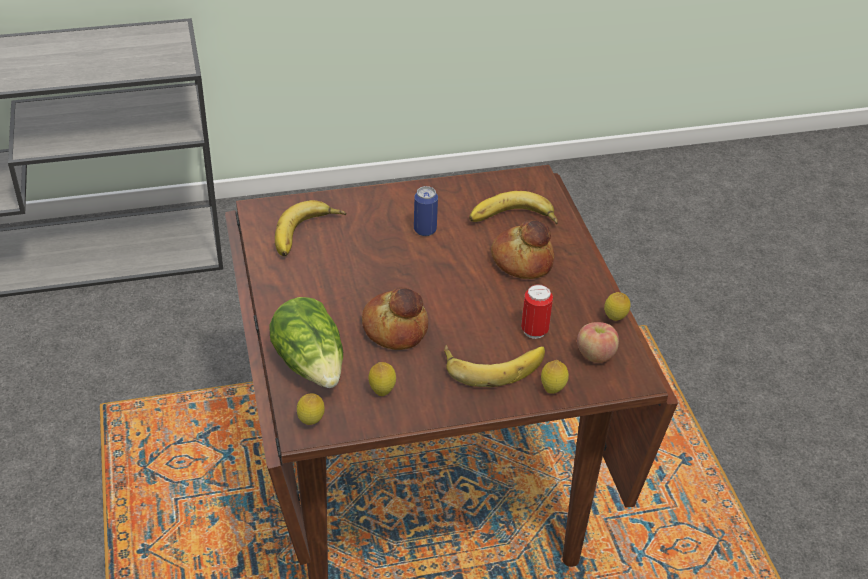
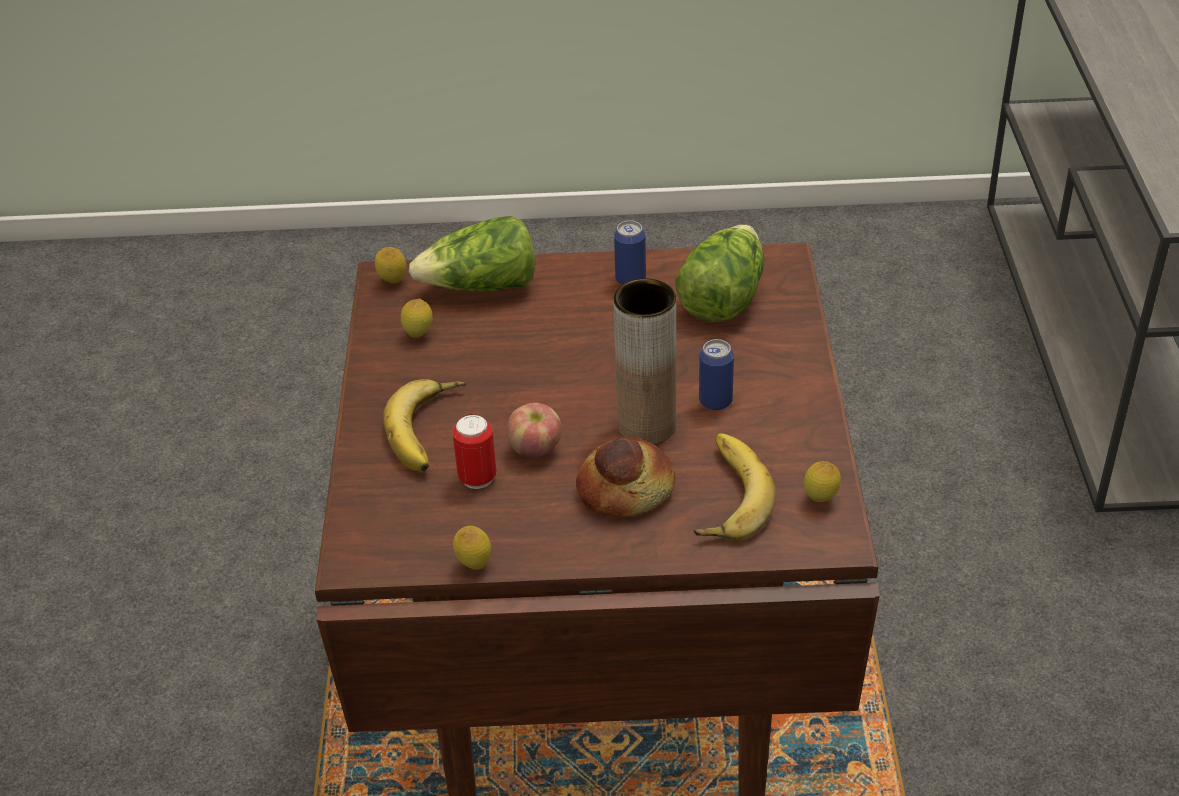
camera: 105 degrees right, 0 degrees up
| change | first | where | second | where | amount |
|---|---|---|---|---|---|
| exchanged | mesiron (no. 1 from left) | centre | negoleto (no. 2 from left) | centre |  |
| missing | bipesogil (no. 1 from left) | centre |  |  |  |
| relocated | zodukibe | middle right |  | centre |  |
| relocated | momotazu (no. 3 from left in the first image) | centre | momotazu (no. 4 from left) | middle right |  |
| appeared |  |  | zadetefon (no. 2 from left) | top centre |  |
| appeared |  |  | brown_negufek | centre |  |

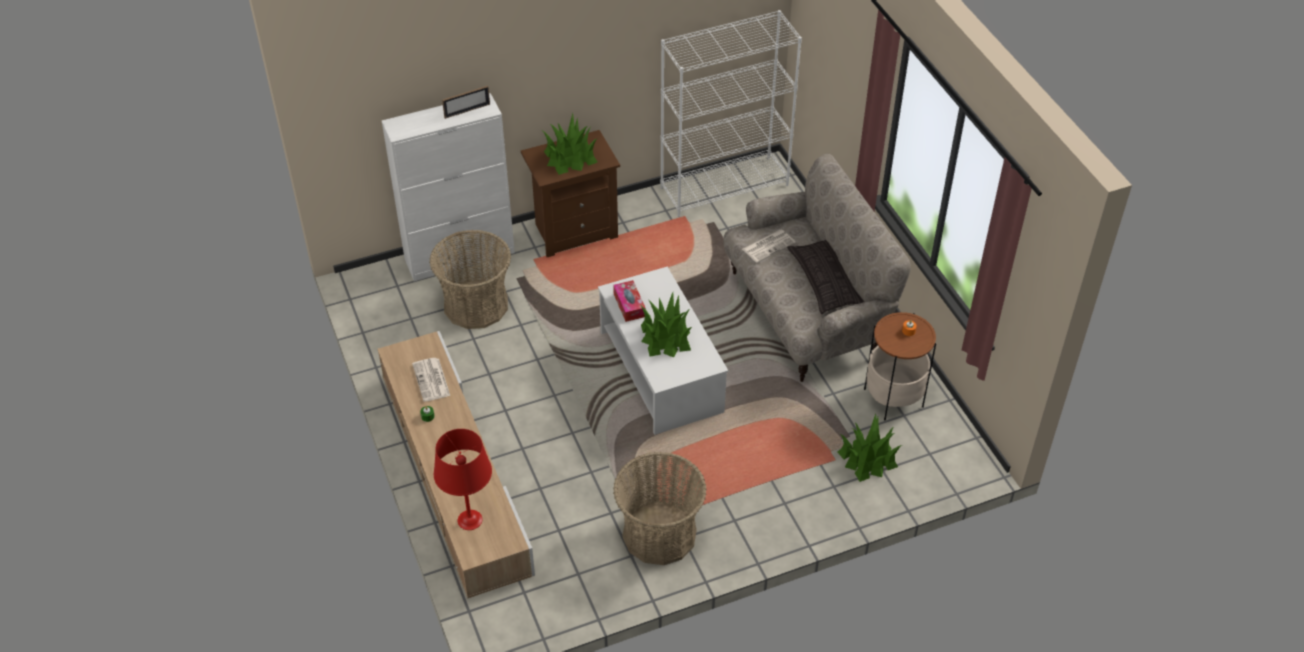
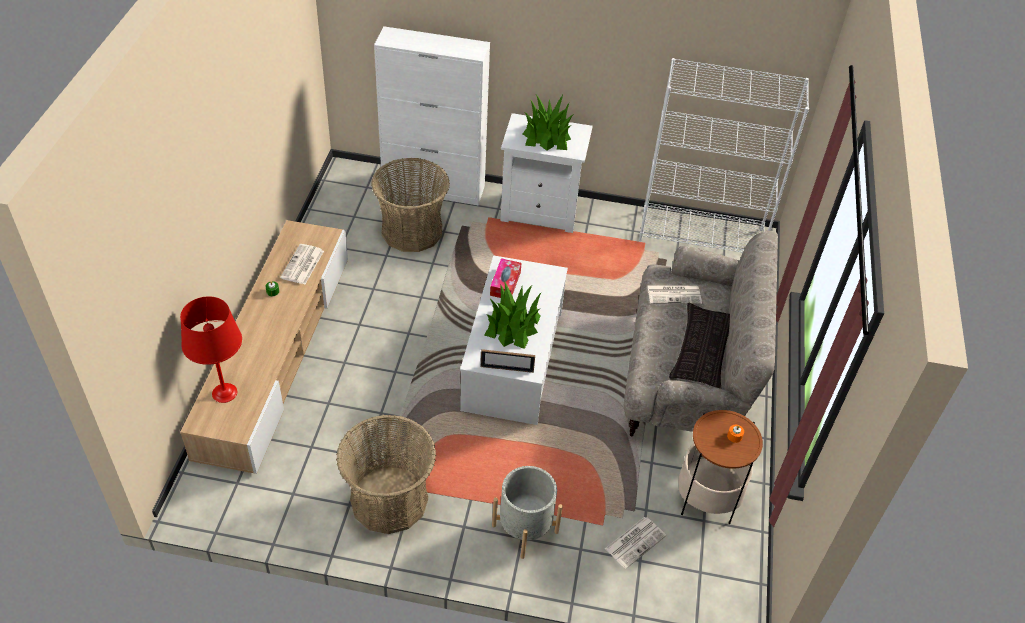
camera: 30 degrees right, 0 degrees up
| change | first | where | second | where | amount |
|---|---|---|---|---|---|
| relocated | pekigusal | top centre |  | centre |  |
| colour | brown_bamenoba | top centre | white_bamenoba | top centre |  |
| exchanged | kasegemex (no. 3 from left) | bottom centre | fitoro (no. 2 from left) | bottom centre |  |
| appeared |  |  | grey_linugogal | bottom centre |  |

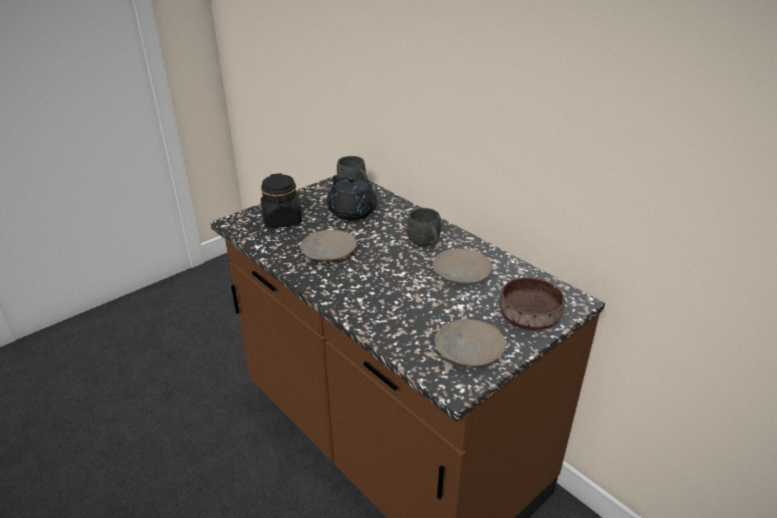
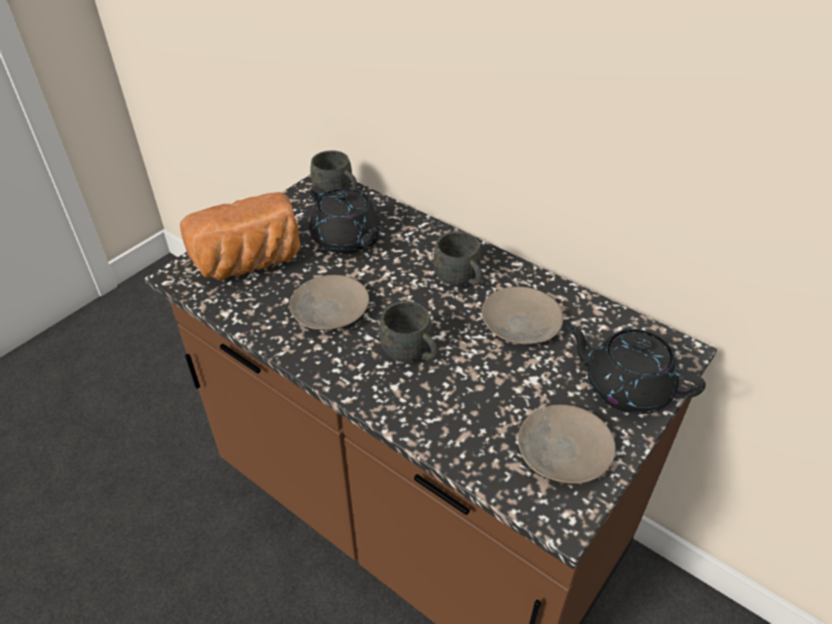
camera: 10 degrees left, 10 degrees up
| change | first | where | second | where | amount |
|---|---|---|---|---|---|
| exchanged | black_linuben | centre | bipesogil | middle left |  |
| exchanged | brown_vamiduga | middle right | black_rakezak (no. 2 from left) | middle right |  |
| appeared |  |  | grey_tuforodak (no. 2 from left) | centre |  |

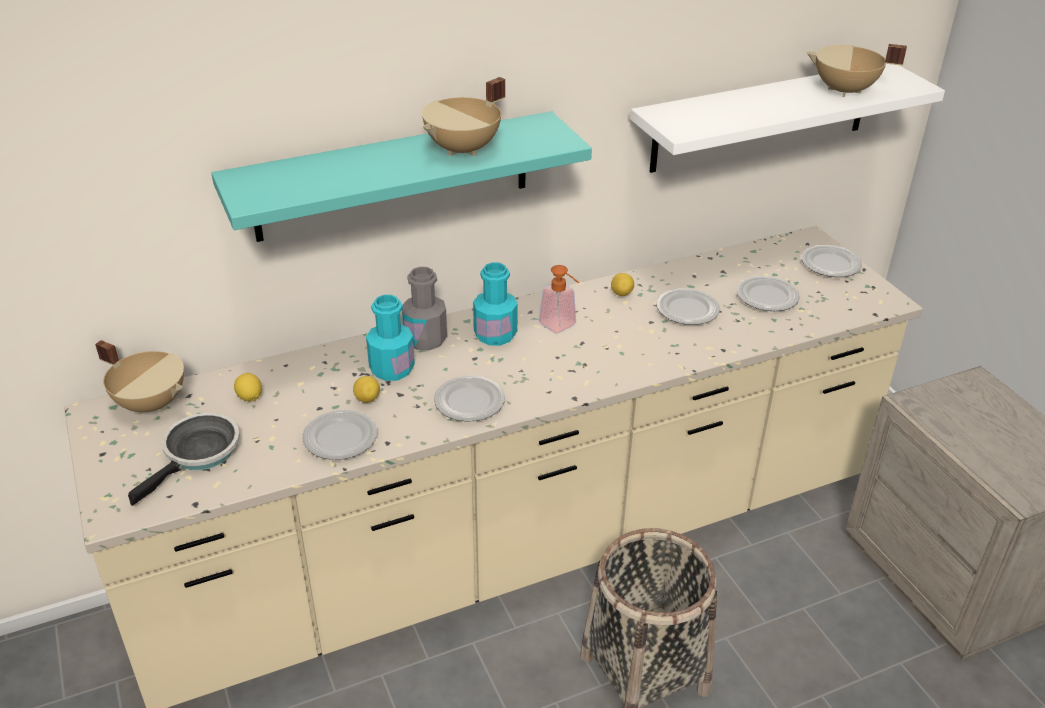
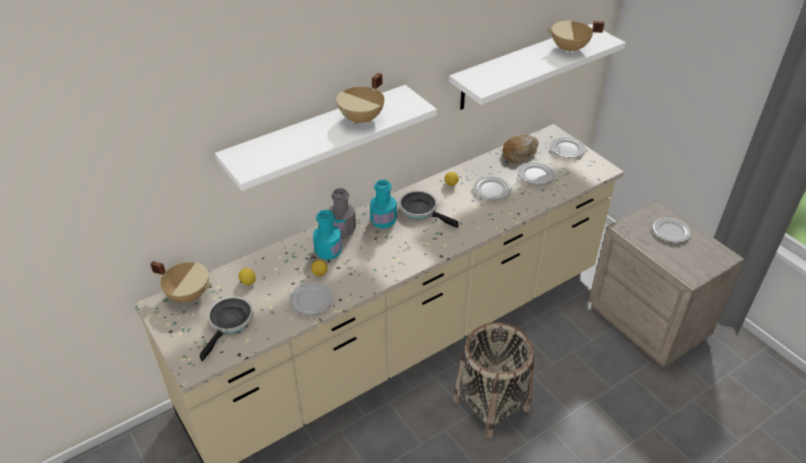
camera: 10 degrees left, 5 degrees up
| change | first | where | second | where | amount |
|---|---|---|---|---|---|
| colour | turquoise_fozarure | top centre | white_fozarure (no. 1 from left) | top centre |  |
| exchanged | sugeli | centre | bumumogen (no. 2 from left) | centre |  |
| relocated | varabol (no. 2 from left in the first image) | centre | varabol (no. 5 from left) | middle right |  |
| appeared |  |  | bipesogil | top centre |  |

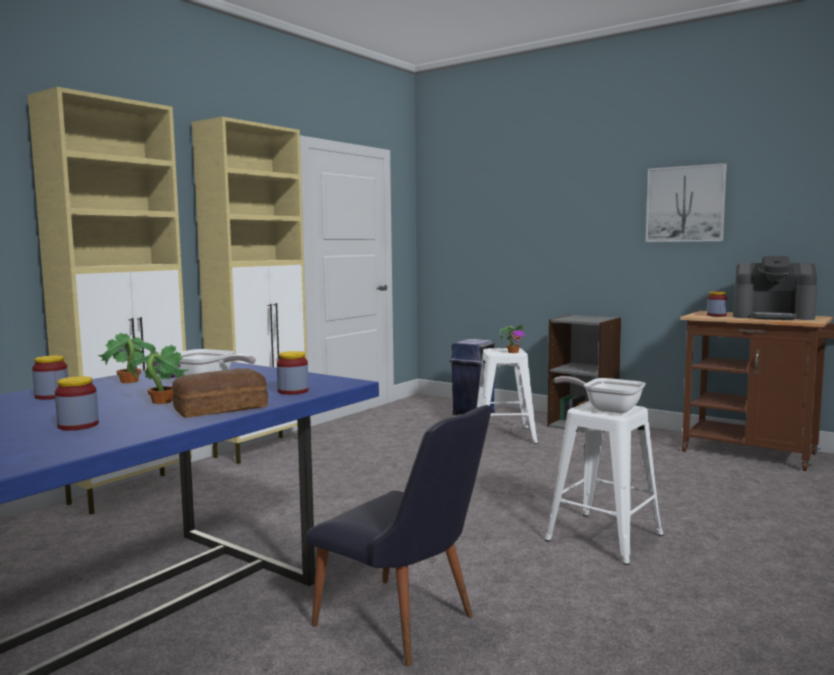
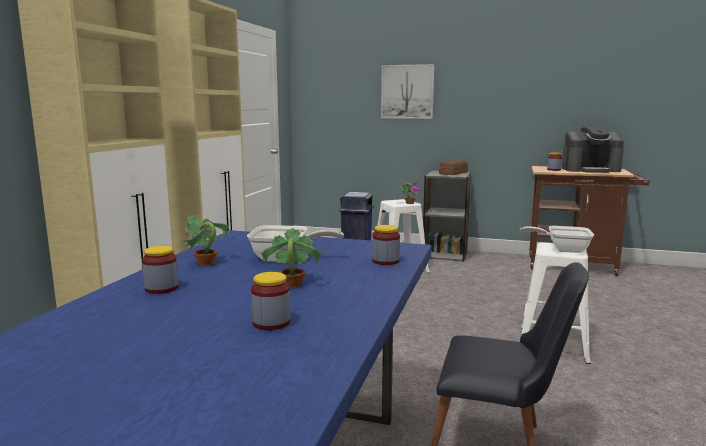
camera: 20 degrees left, 5 degrees up
| change | first | where | second | where | amount |
|---|---|---|---|---|---|
| relocated | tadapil | top right |  | top centre |  |
| relocated | bipesogil | middle left |  | centre |  |

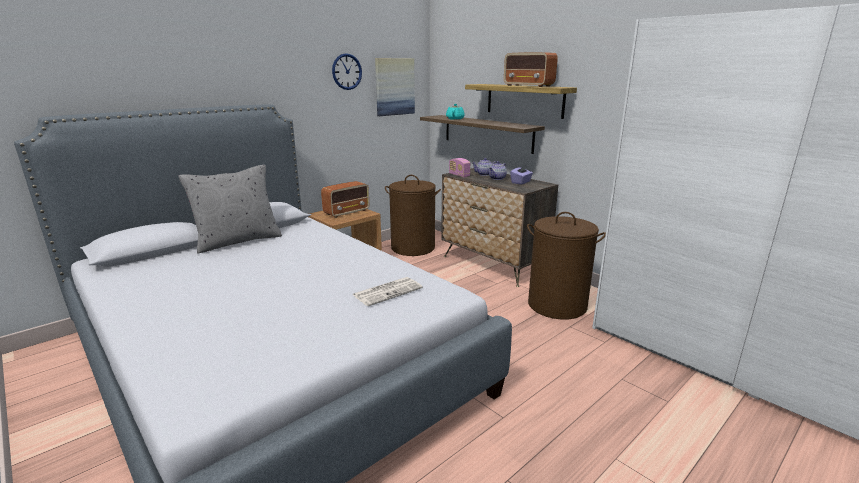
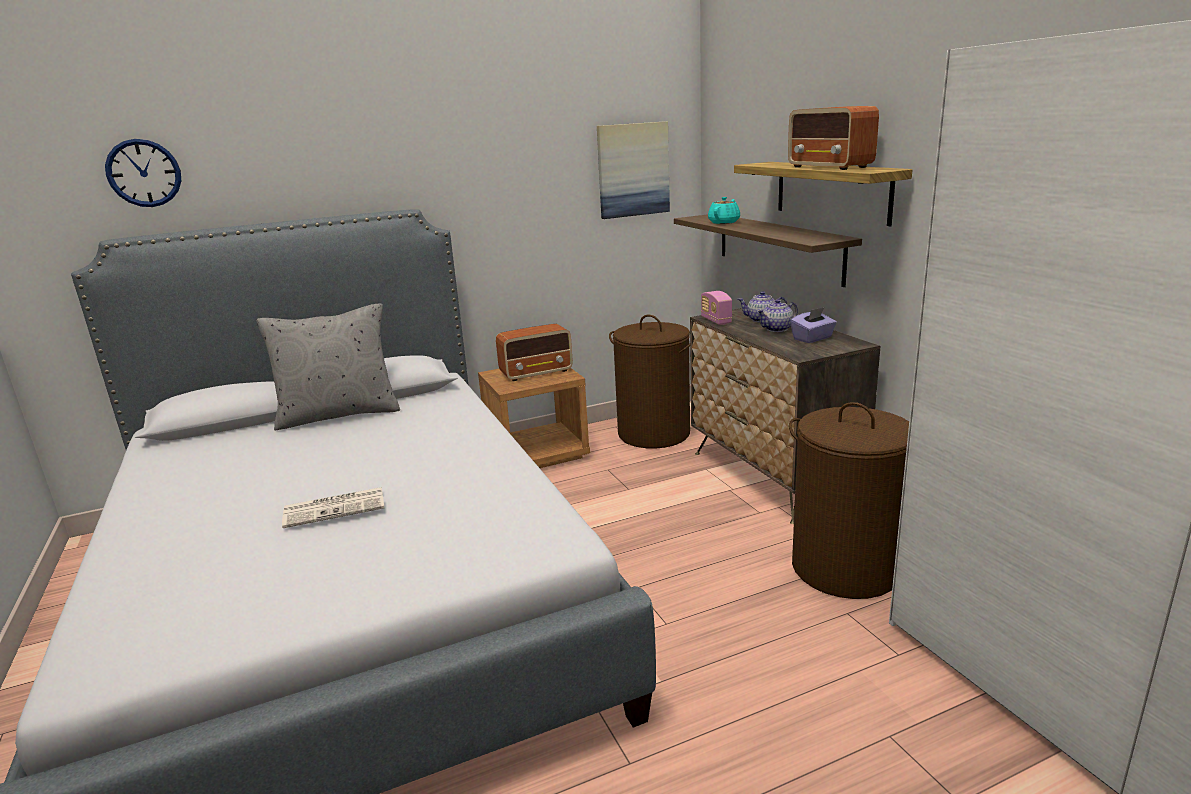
camera: 20 degrees right, 0 degrees up
| change | first | where | second | where | amount |
|---|---|---|---|---|---|
| relocated | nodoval | top centre |  | top left |  |
| relocated | fitoro | centre |  | middle left |  |

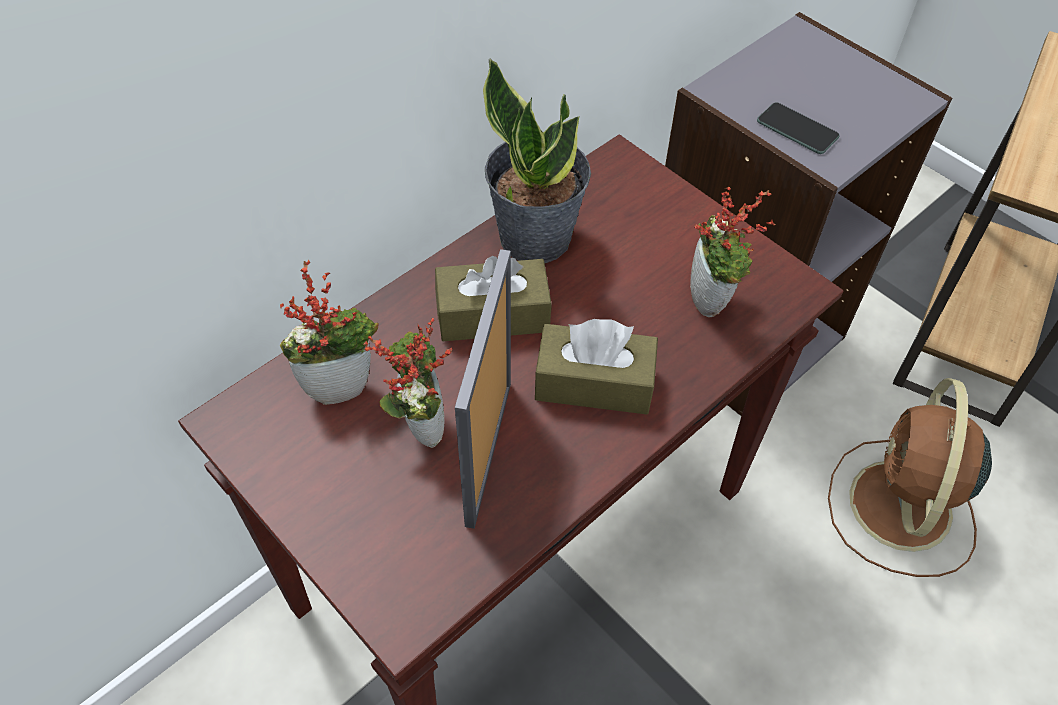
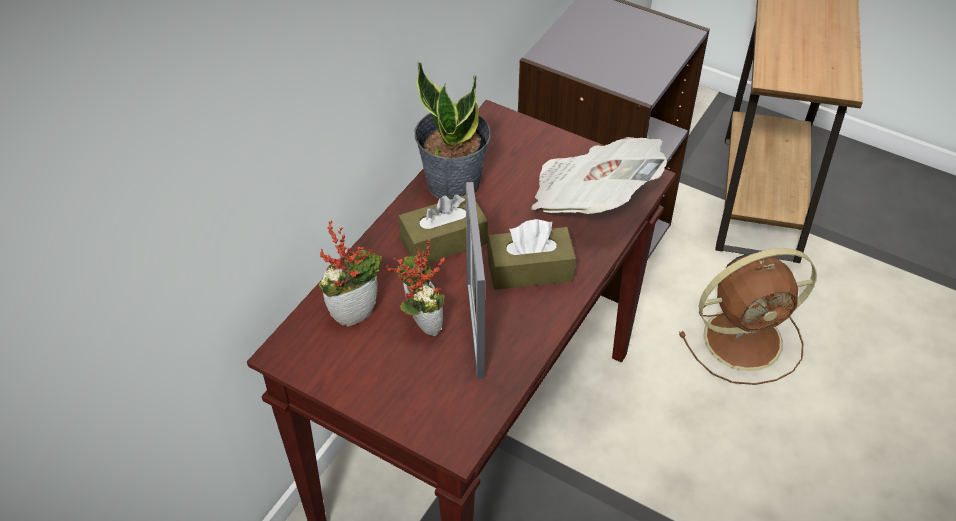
camera: 15 degrees left, 5 degrees down
| change | first | where | second | where | amount |
|---|---|---|---|---|---|
| missing | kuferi | top right |  |  |  |
| exchanged | kasegemex (no. 4 from left) | middle right | fitoro | centre |  |
| spun | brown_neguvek | bottom right |  | middle right | 105 degrees counterclockwise |

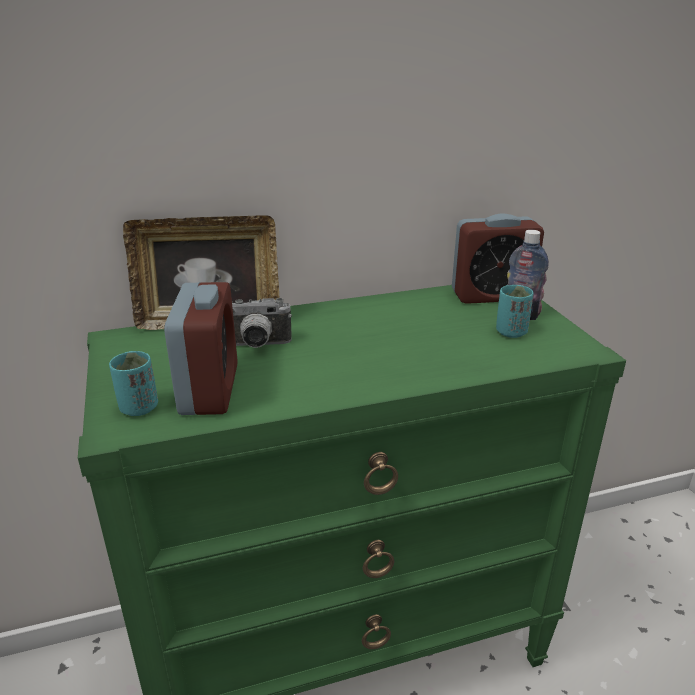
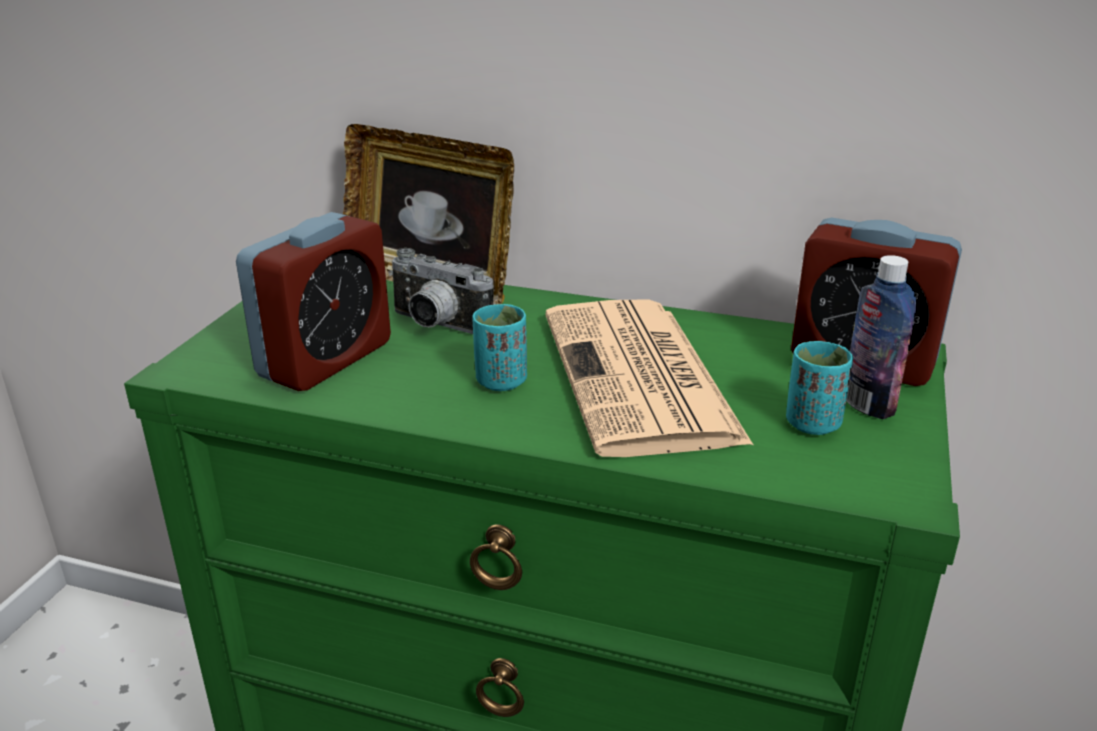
camera: 35 degrees right, 0 degrees up
| change | first | where | second | where | amount |
|---|---|---|---|---|---|
| relocated | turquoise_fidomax (no. 1 from left) | middle left |  | centre |  |
| appeared |  |  | fitoro | centre |  |

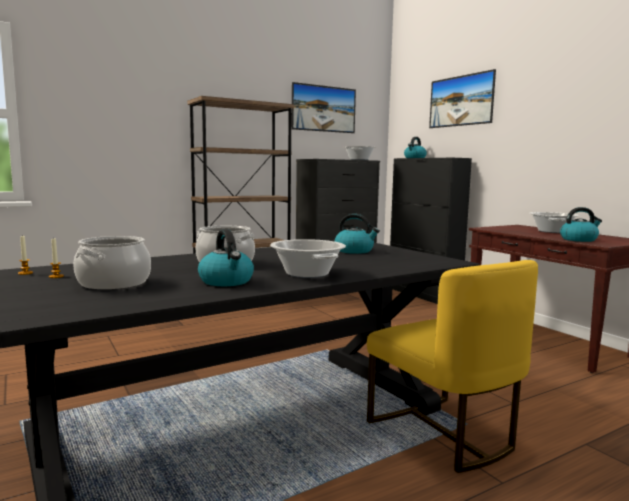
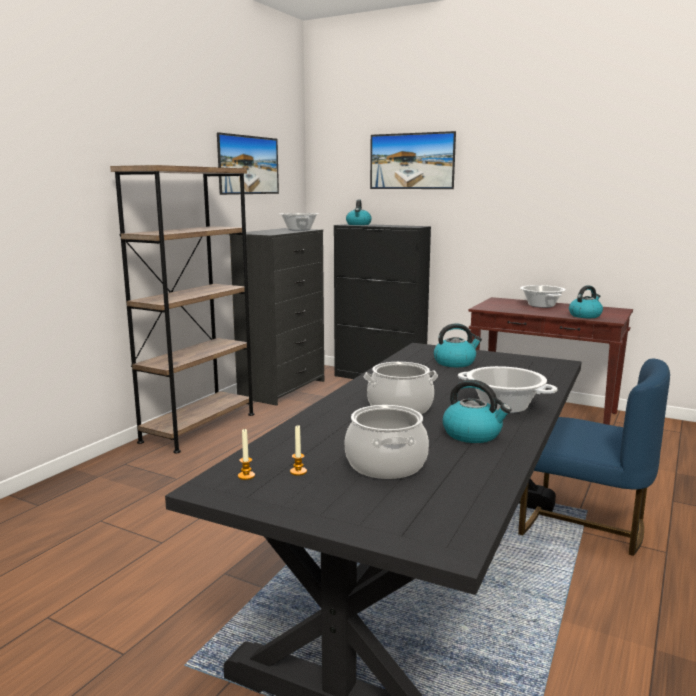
camera: 30 degrees left, 5 degrees up
| change | first | where | second | where | amount |
|---|---|---|---|---|---|
| colour | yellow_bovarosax | bottom right | blue_bovarosax | middle right |  |

